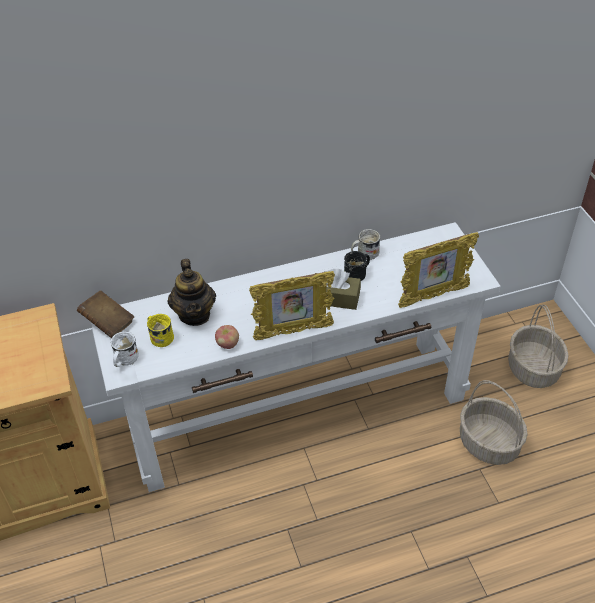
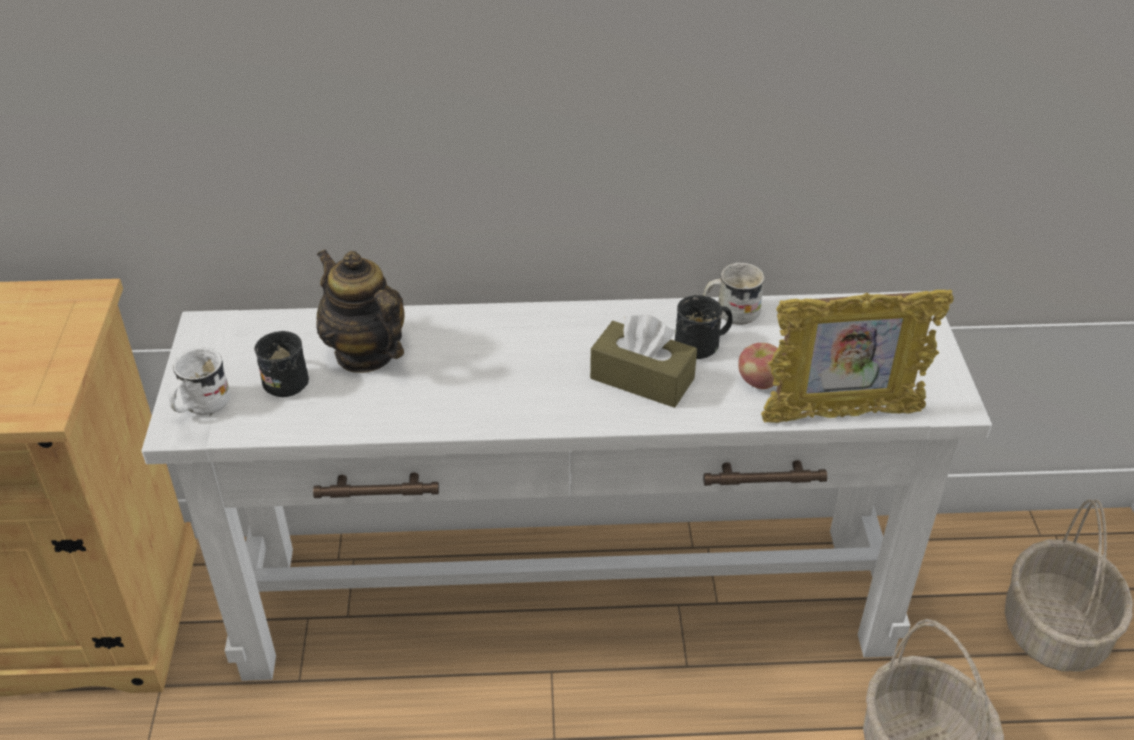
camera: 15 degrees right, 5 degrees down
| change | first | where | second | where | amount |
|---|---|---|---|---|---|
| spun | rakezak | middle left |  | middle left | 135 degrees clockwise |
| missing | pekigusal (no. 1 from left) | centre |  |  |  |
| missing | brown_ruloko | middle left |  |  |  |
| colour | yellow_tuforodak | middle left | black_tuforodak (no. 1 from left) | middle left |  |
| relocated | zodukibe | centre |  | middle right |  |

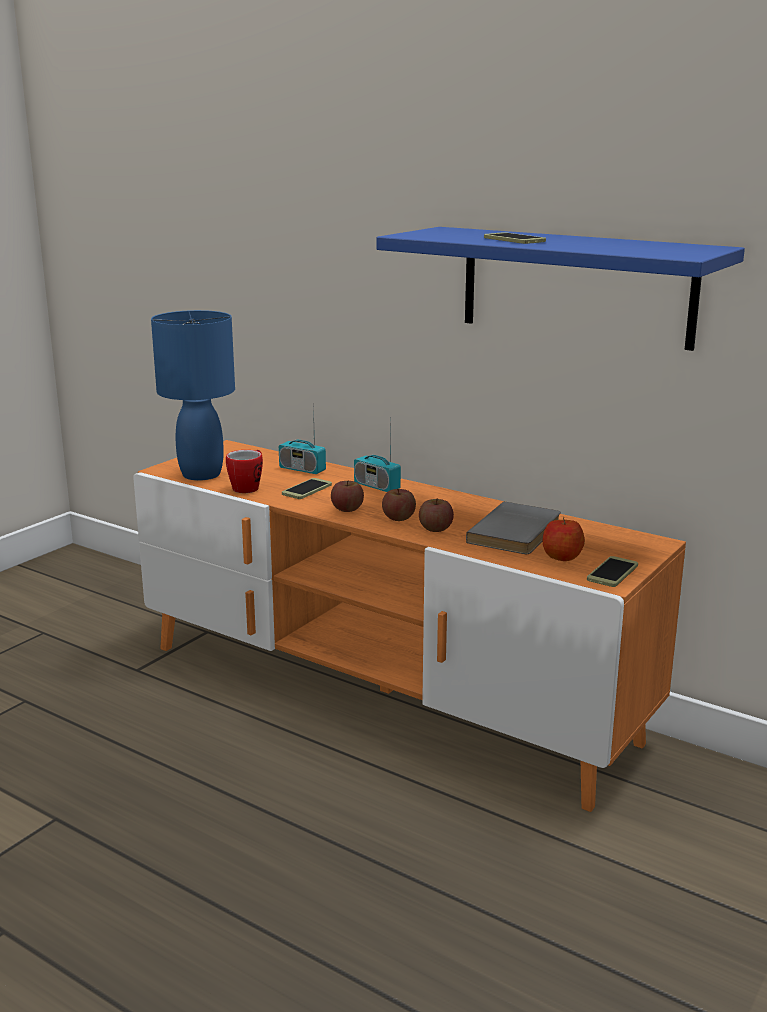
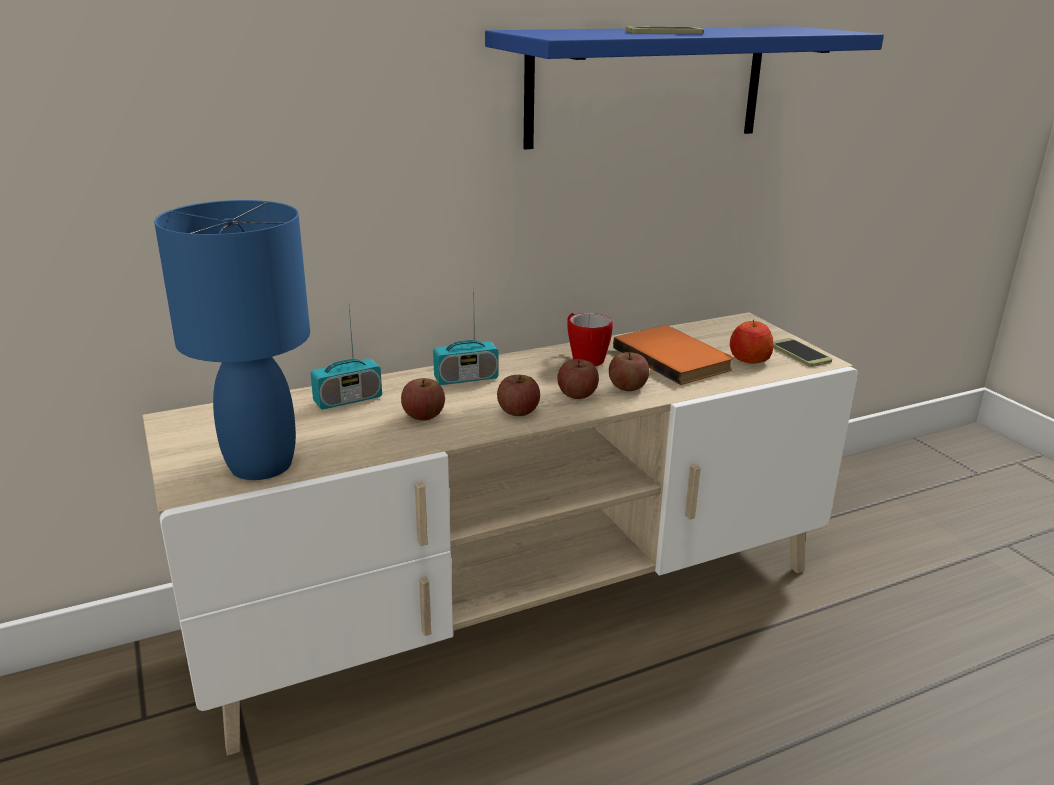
camera: 60 degrees left, 5 degrees up
| change | first | where | second | where | amount |
|---|---|---|---|---|---|
| colour | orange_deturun | centre | beige_deturun | bottom centre |  |
| relocated | tuforodak | middle left |  | centre |  |
| exchanged | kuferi (no. 1 from left) | centre | zodukibe (no. 1 from left) | centre |  |
| colour | grey_ruloko | middle right | orange_ruloko | centre |  |

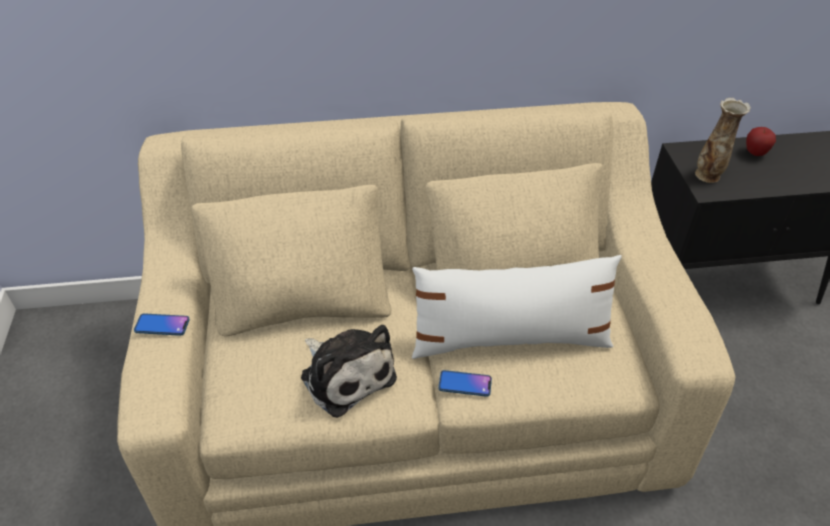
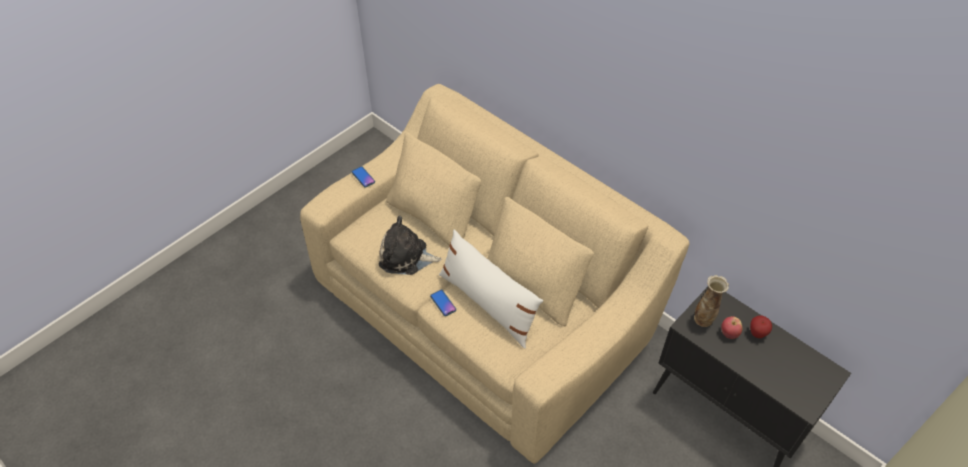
camera: 50 degrees right, 5 degrees up
| change | first | where | second | where | amount |
|---|---|---|---|---|---|
| spun | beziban | bottom centre |  | centre | 90 degrees clockwise |
| appeared |  |  | zodukibe (no. 1 from left) | bottom right |  |

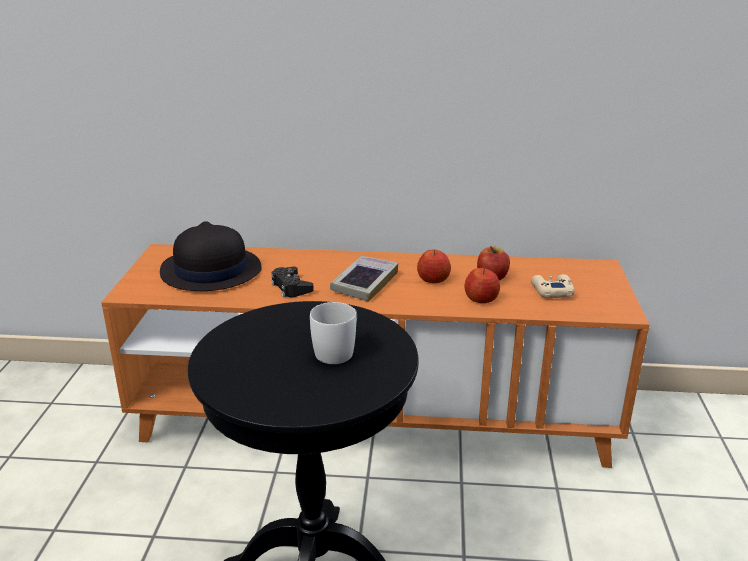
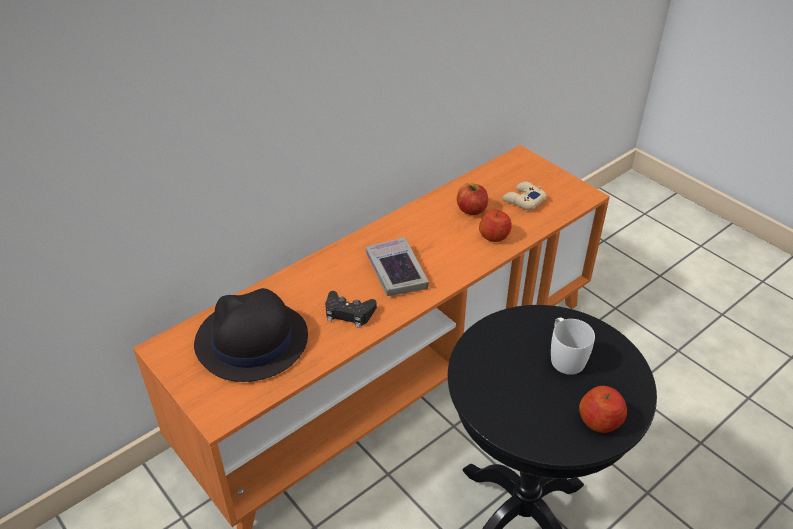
camera: 45 degrees left, 15 degrees up
| change | first | where | second | where | amount |
|---|---|---|---|---|---|
| relocated | zodukibe (no. 1 from left in the first image) | centre | zodukibe (no. 3 from left) | bottom right |  |

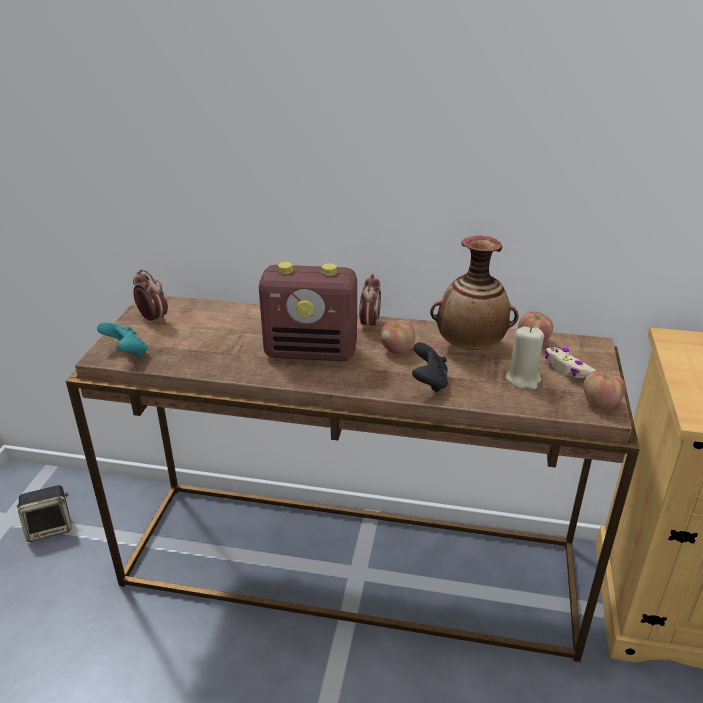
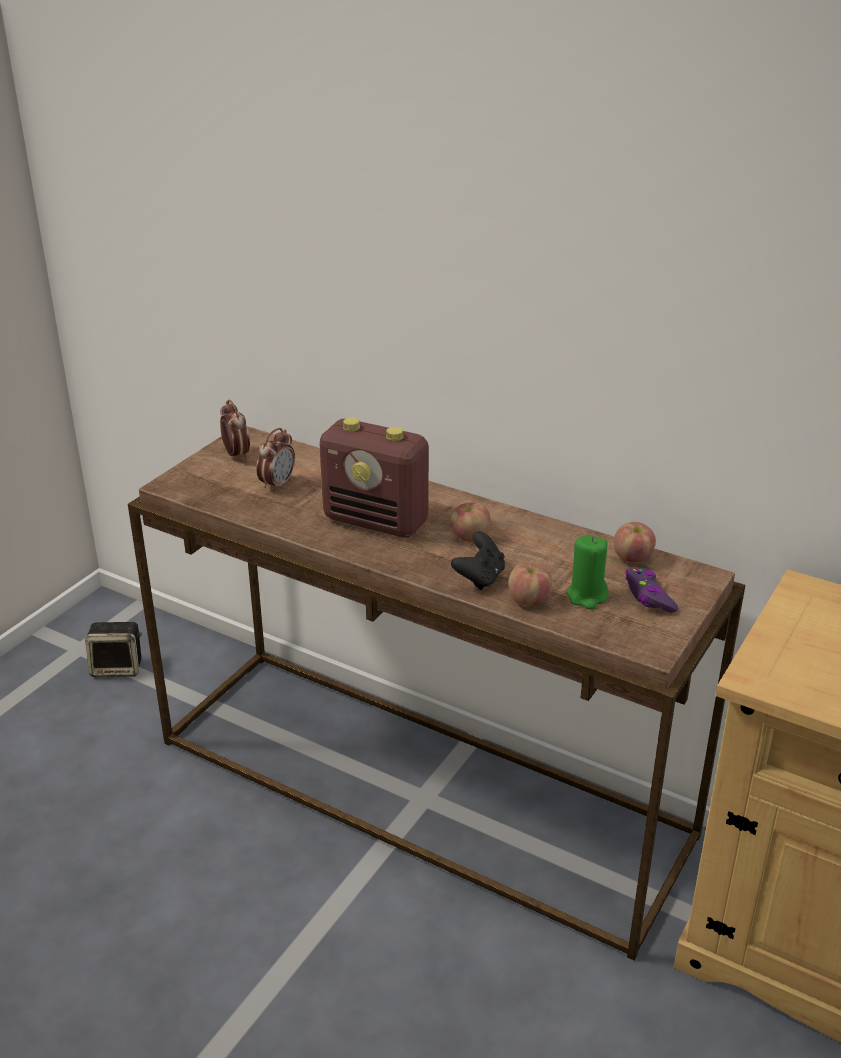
camera: 20 degrees right, 0 degrees up
| change | first | where | second | where | amount |
|---|---|---|---|---|---|
| missing | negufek | middle right |  |  |  |
| relocated | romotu (no. 2 from left) | centre |  | middle left |  |
| missing | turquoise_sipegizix | middle left |  |  |  |
| colour | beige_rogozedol | middle right | green_rogozedol | middle right |  |
| colour | beige_sipegizix | middle right | purple_sipegizix | middle right |  |
| relocated | zodukibe (no. 3 from left in the first image) | middle right | zodukibe (no. 2 from left) | centre |  |

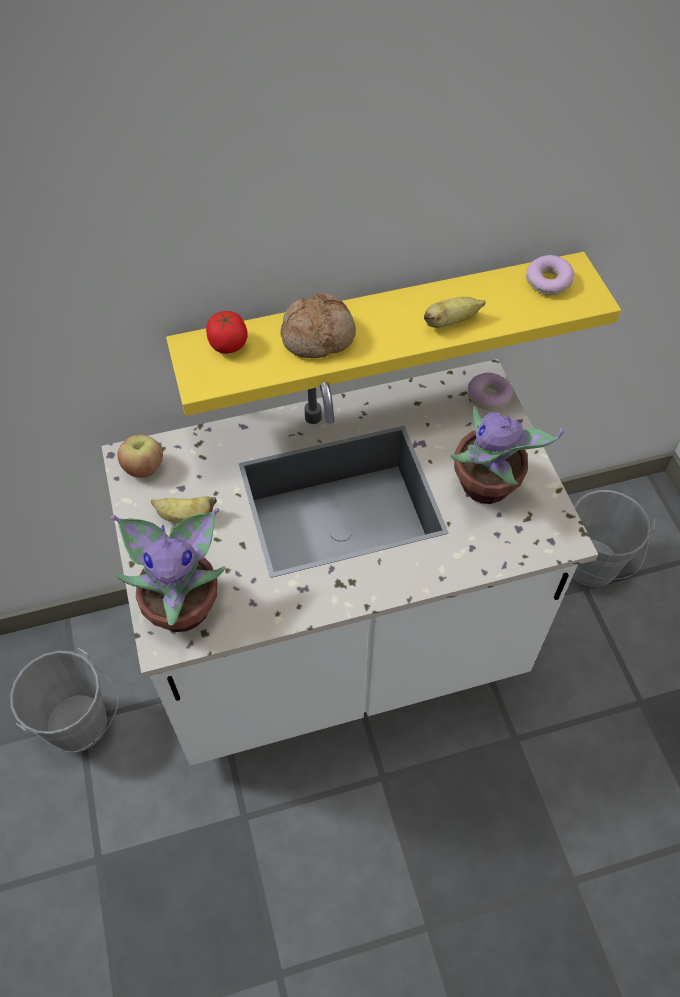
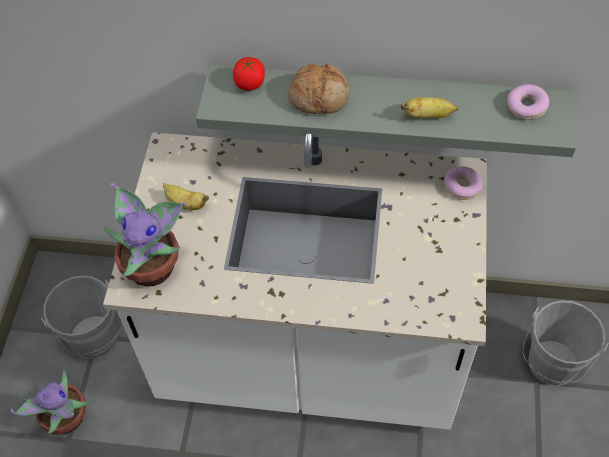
camera: 25 degrees right, 0 degrees up
| change | first | where | second | where | amount |
|---|---|---|---|---|---|
| colour | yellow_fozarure | centre | grey_fozarure | top centre |  |
| relocated | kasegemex (no. 2 from left in the first image) | middle right | kasegemex (no. 1 from left) | bottom left |  |
| missing | zodukibe | middle left |  |  |  |

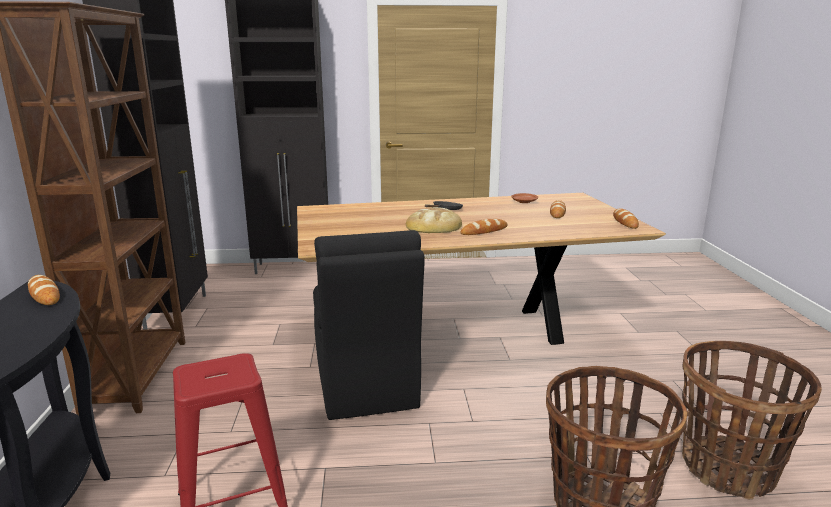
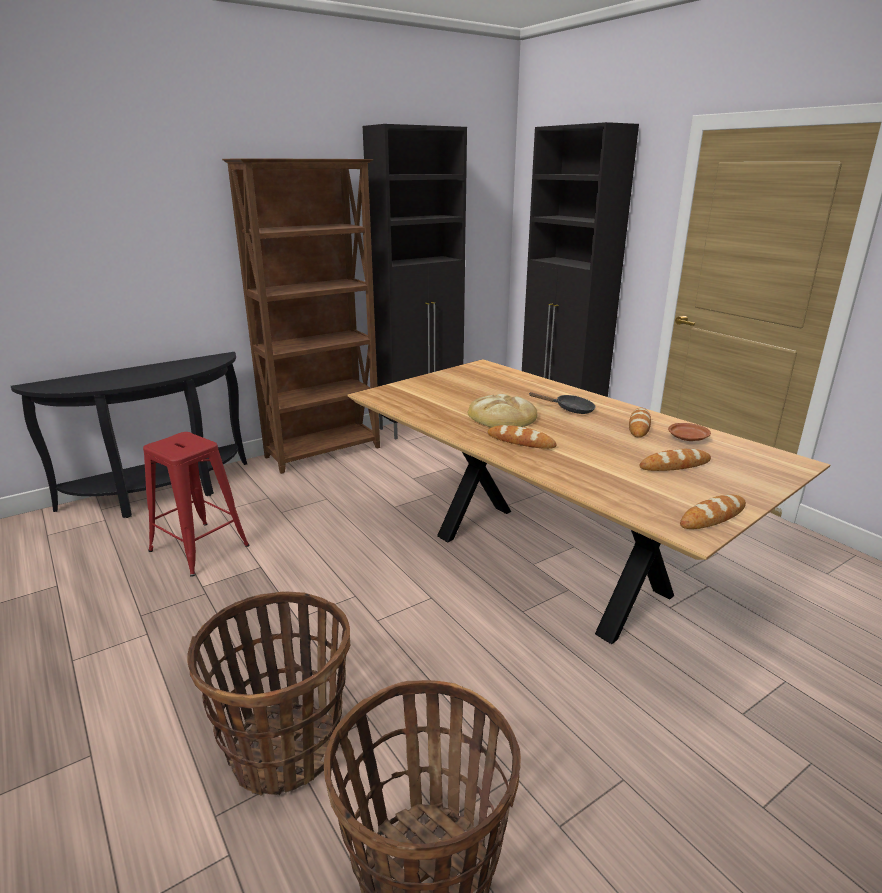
camera: 60 degrees right, 5 degrees up
| change | first | where | second | where | amount |
|---|---|---|---|---|---|
| missing | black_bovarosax | centre |  |  |  |
| relocated | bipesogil (no. 1 from left in the first image) | middle left | bipesogil (no. 3 from left) | middle right |  |

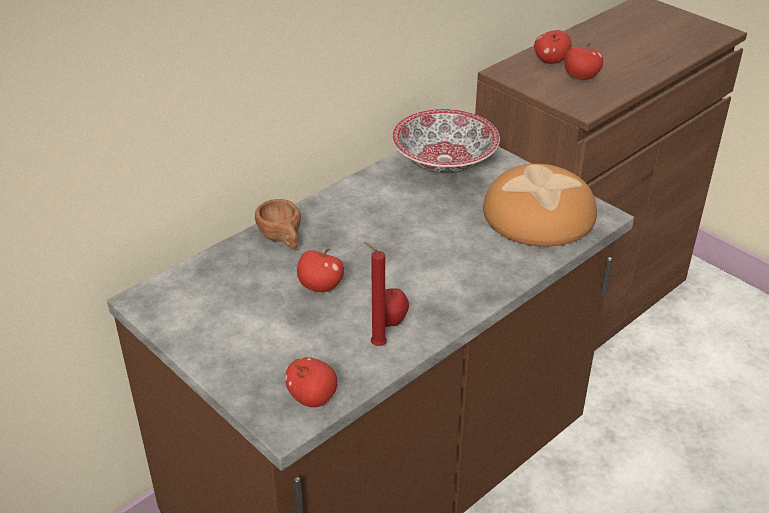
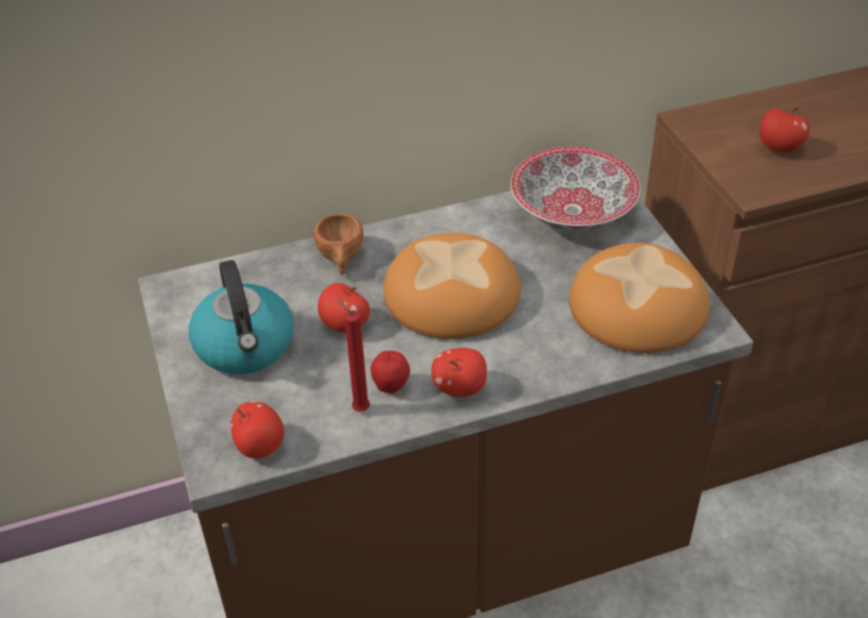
camera: 25 degrees right, 5 degrees up
| change | first | where | second | where | amount |
|---|---|---|---|---|---|
| relocated | zodukibe (no. 4 from left) | top right |  | centre |  |
| appeared |  |  | bipesogil (no. 1 from left) | centre |  |
| appeared |  |  | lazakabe | middle left |  |

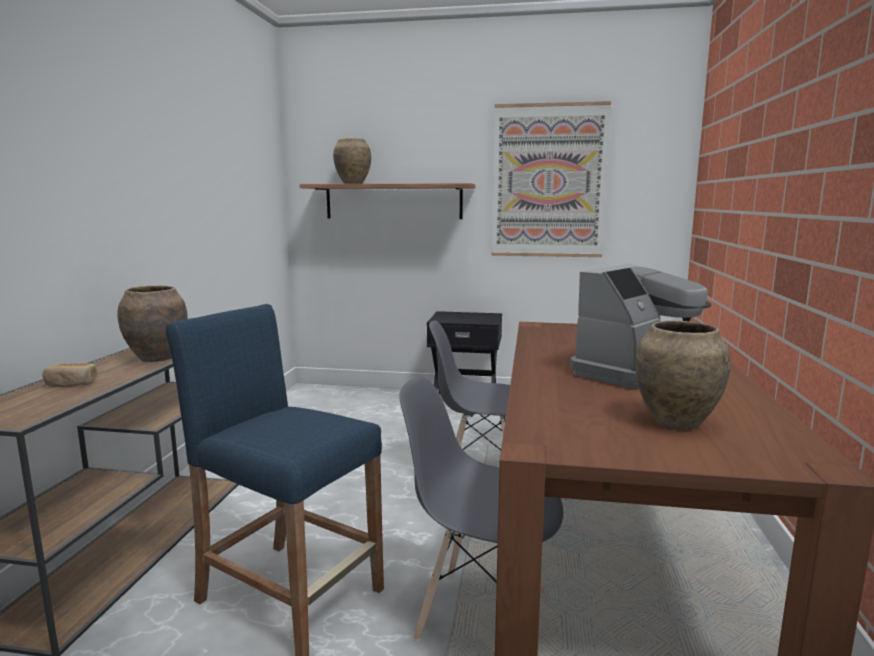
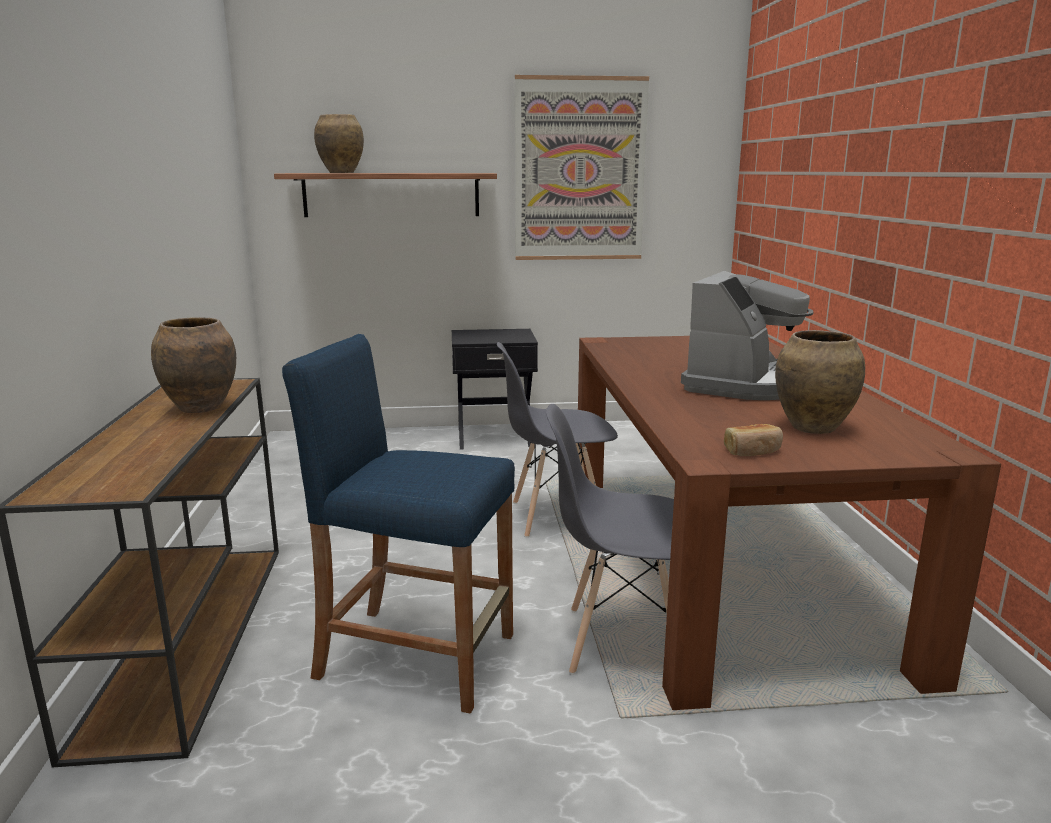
camera: 15 degrees left, 5 degrees up
| change | first | where | second | where | amount |
|---|---|---|---|---|---|
| relocated | bipesogil | middle left |  | middle right |  |

